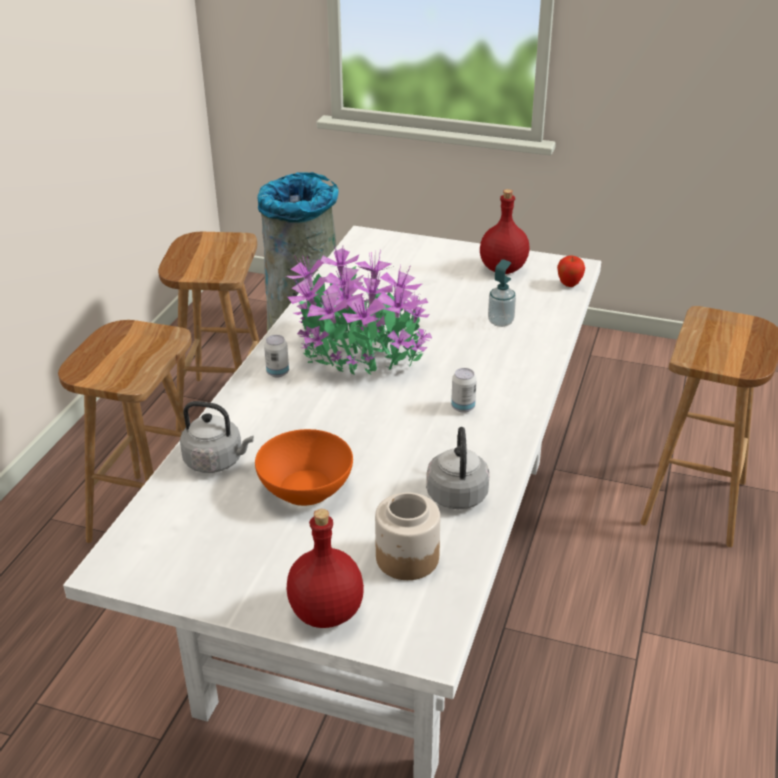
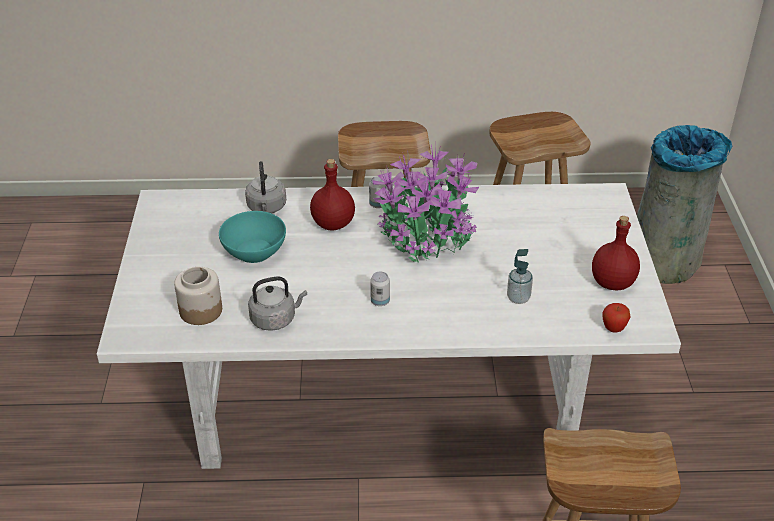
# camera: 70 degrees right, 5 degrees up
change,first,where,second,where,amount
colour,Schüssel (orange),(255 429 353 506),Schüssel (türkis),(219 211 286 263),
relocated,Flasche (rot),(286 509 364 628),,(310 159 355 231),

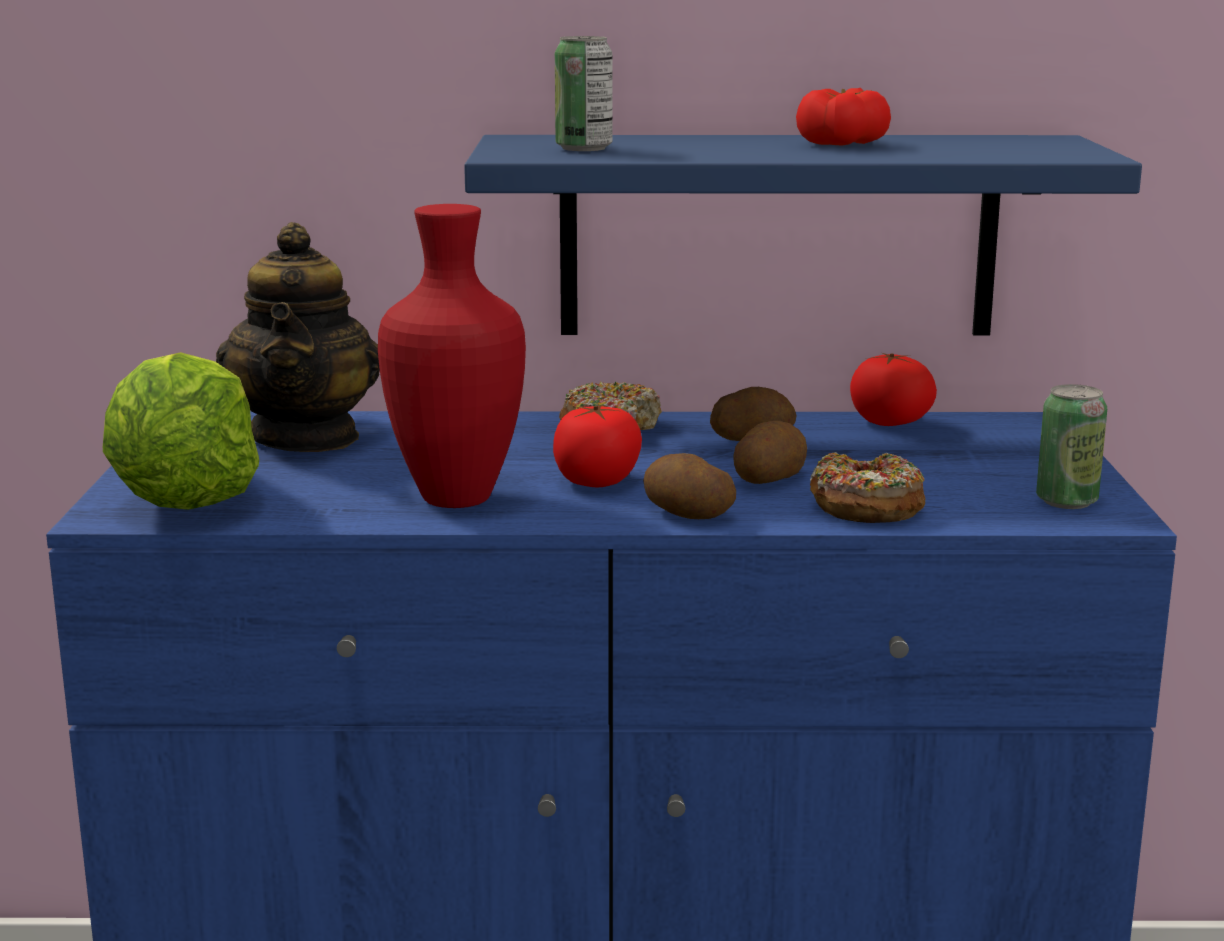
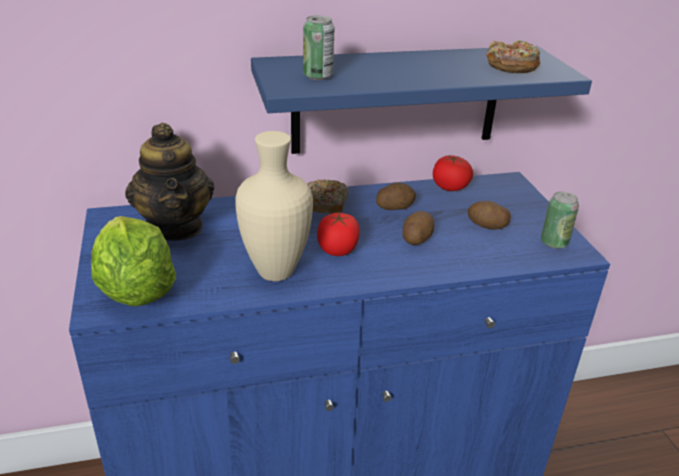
# camera: 15 degrees left, 15 degrees up
change,first,where,second,where,amount
missing,Tomate,(796 88 891 145),,,
colour,Vase (rot),(378 204 526 508),Vase (beige),(235 131 313 281),
relocated,Donut,(810 452 925 523),,(486 40 540 73),
relocated,Kartoffel,(643 453 736 519),,(468 201 511 230),

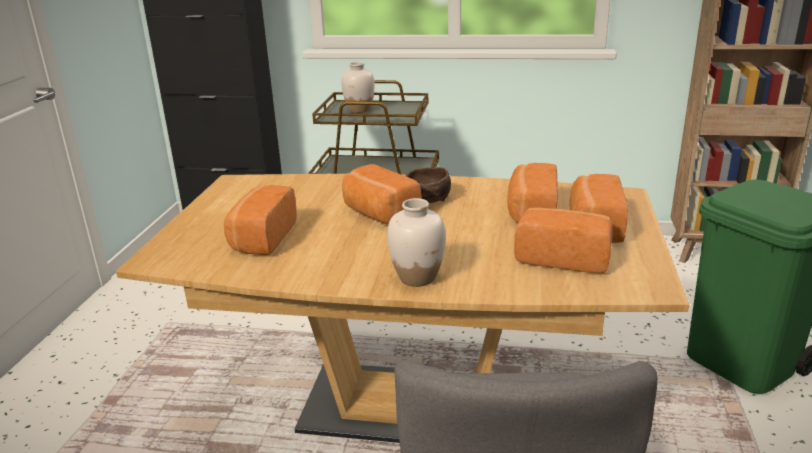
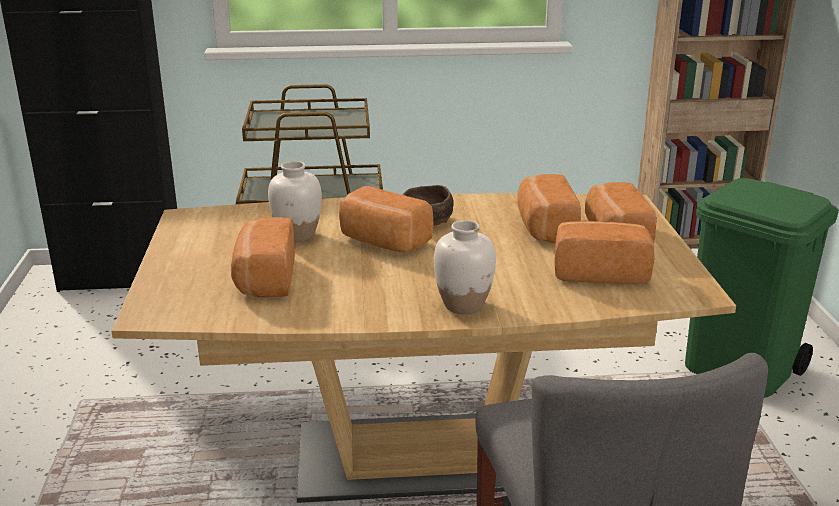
# camera: 15 degrees left, 0 degrees up
change,first,where,second,where,amount
relocated,Vase (weiß),(341 62 375 113),,(268 161 322 242),

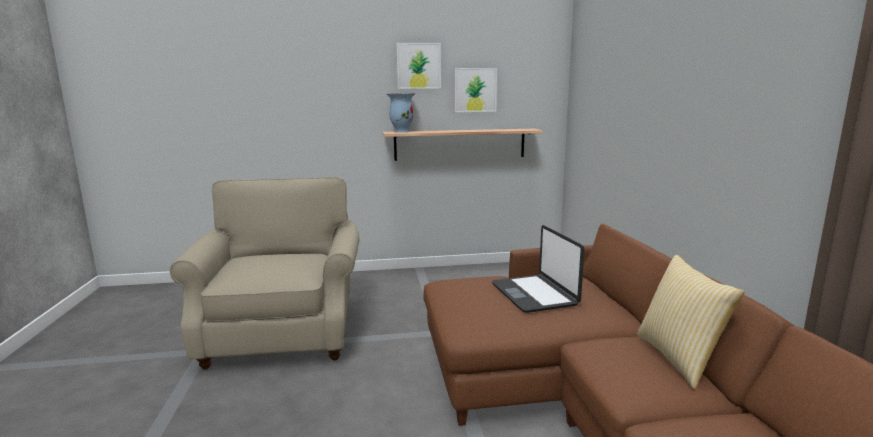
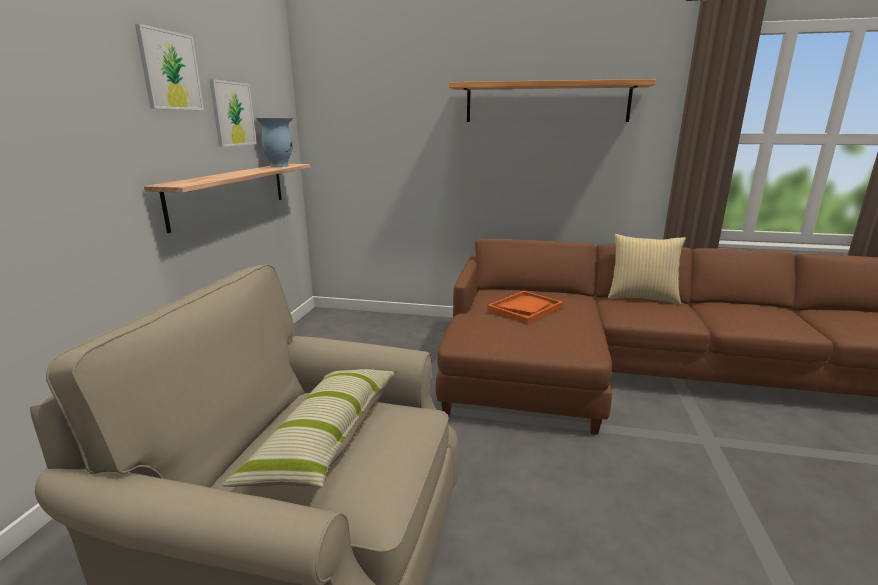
# camera: 70 degrees left, 5 degrees up
change,first,where,second,where,amount
relocated,Vase,(387 93 415 133),,(256 118 293 167),
exchanged,Laptop,(492 225 585 313),Tablett (orange),(487 291 563 324),
appeared,,,Wandregal,(449 79 656 122),
appeared,,,Kissen,(222 369 398 487),

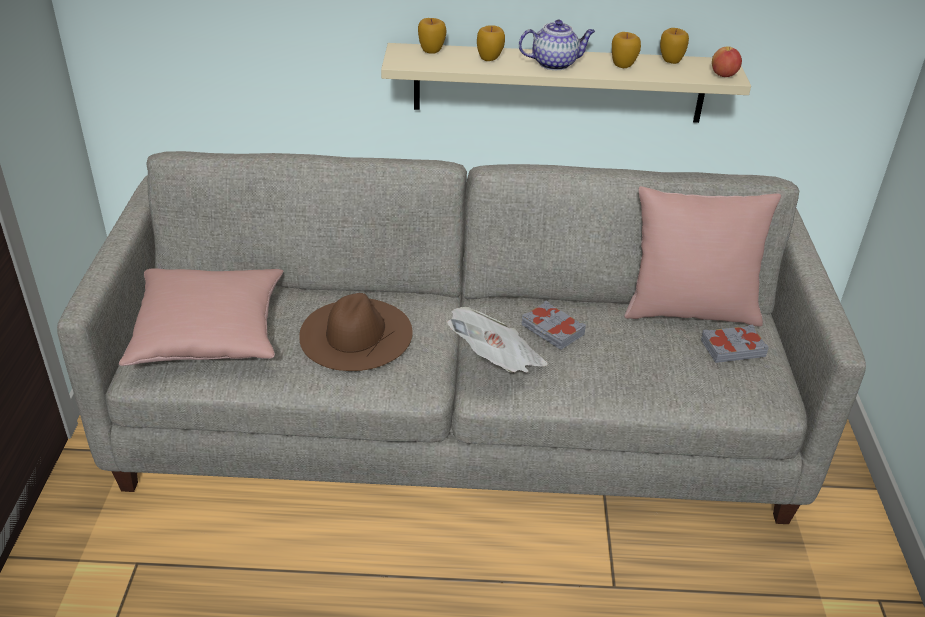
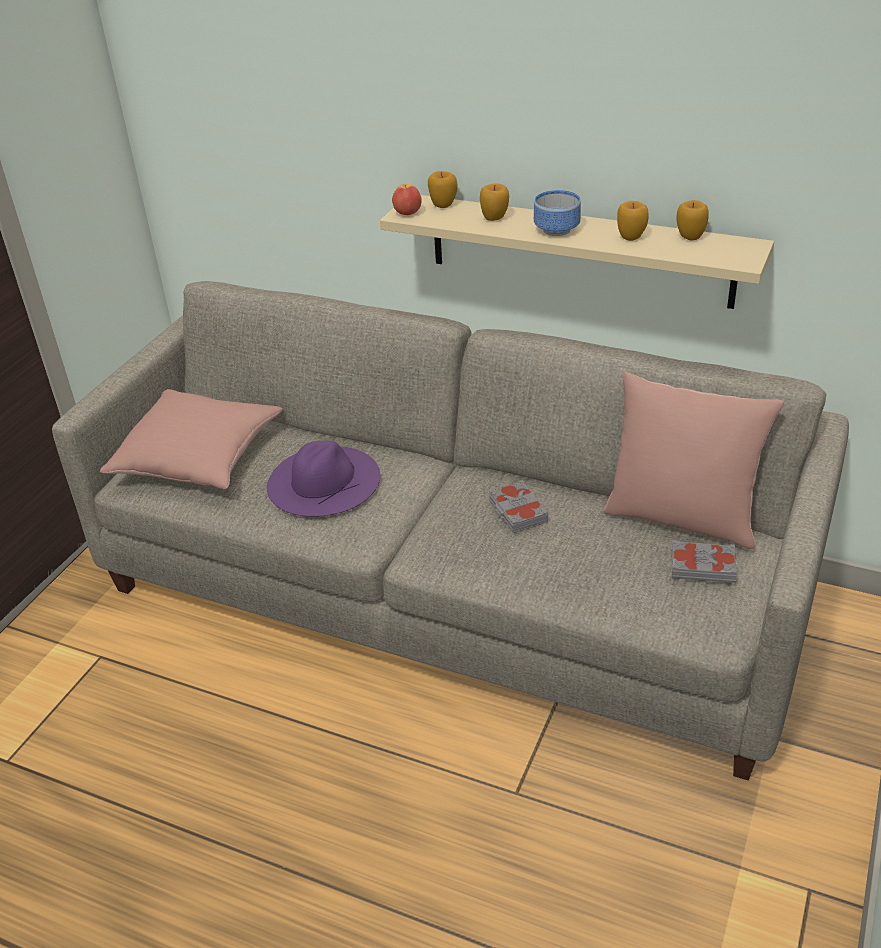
# camera: 25 degrees right, 0 degrees up
change,first,where,second,where,amount
exchanged,Teekanne,(519 20 595 70),Schüssel,(534 190 581 236),
relocated,Apfel,(712 46 742 77),,(392 184 422 215),
colour,Hut (braun),(299 293 413 371),Hut (lila),(267 441 380 517),
missing,Zeitung,(446 307 548 373),,,

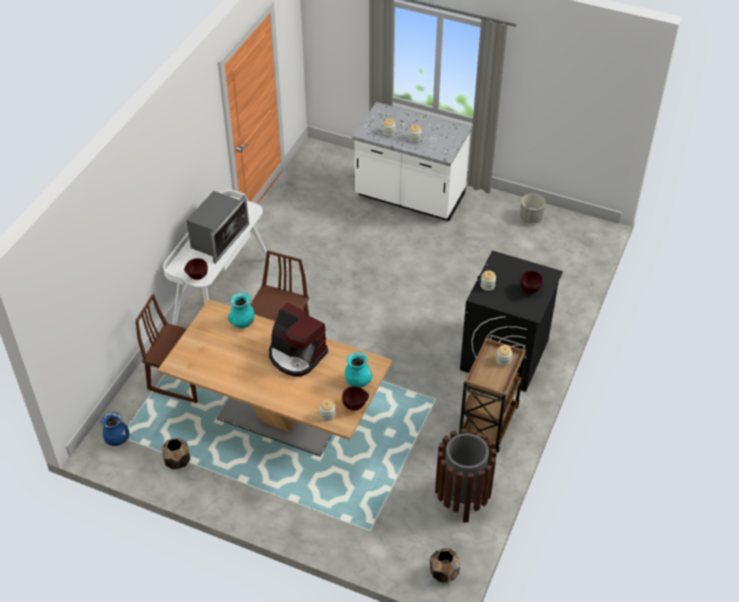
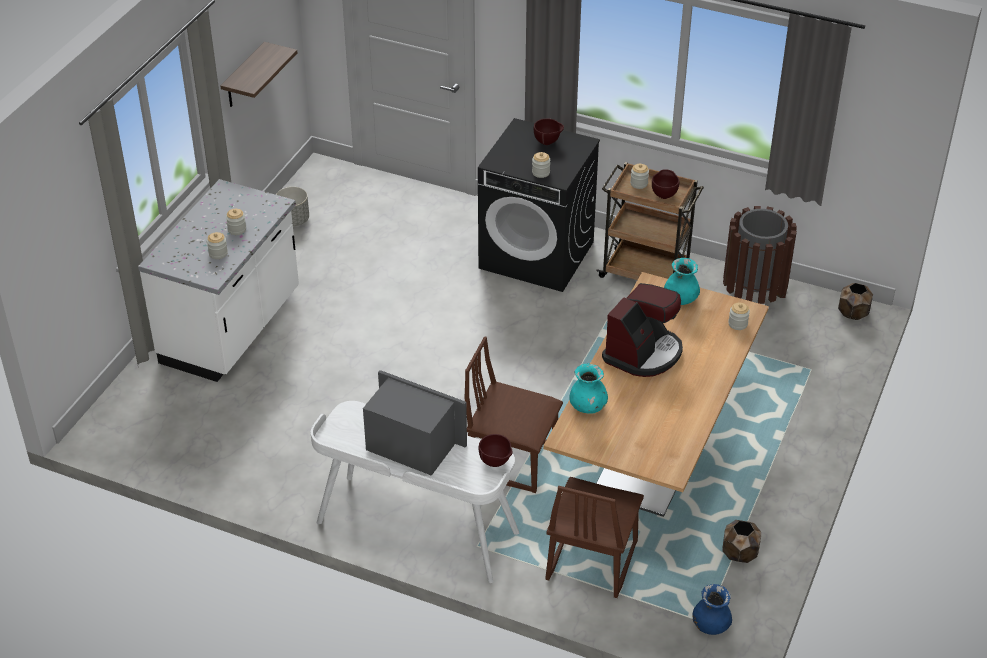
# camera: 90 degrees left, 5 degrees down
change,first,where,second,where,amount
relocated,Schüssel (braun),(342 386 369 410),,(652 169 679 199),
appeared,,,Wandregal,(221 42 297 107),

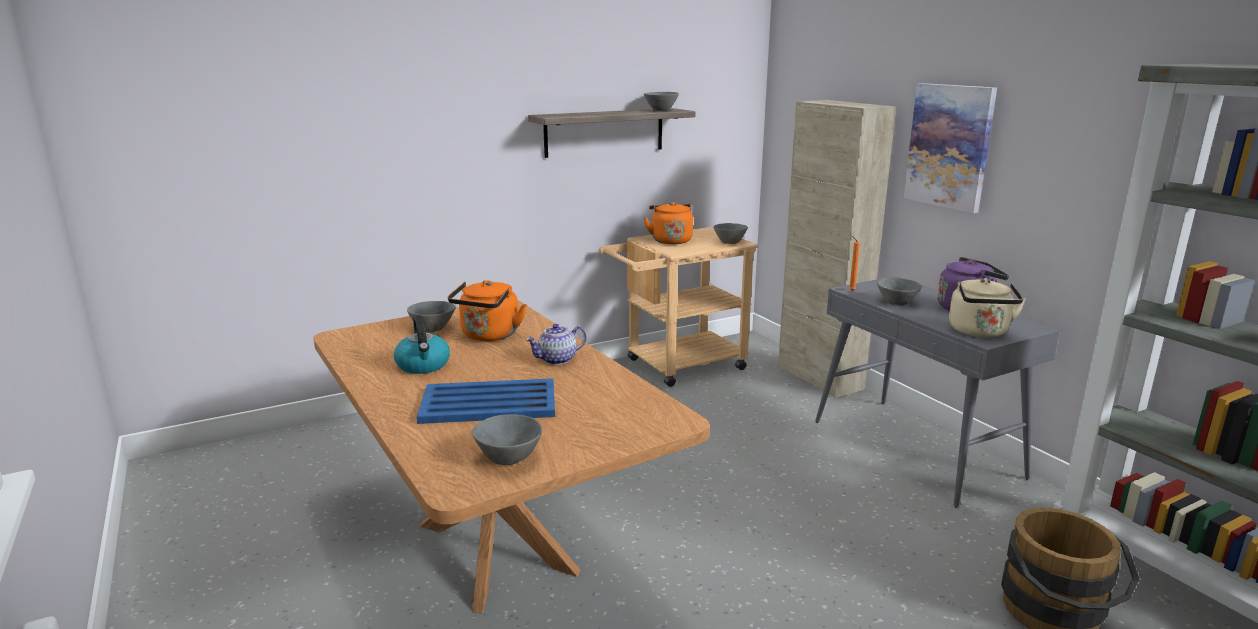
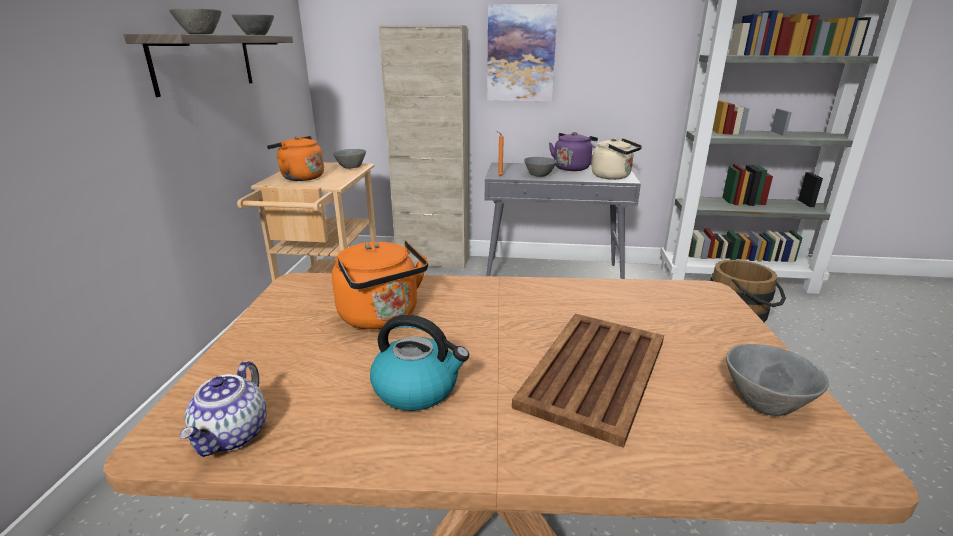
# camera: 55 degrees left, 5 degrees up
change,first,where,second,where,amount
relocated,Schüssel (grau),(407 301 456 332),,(169 8 222 34),
relocated,Teekanne,(526 324 586 365),,(180 361 267 457),
colour,Tablett (blau),(417 378 555 424),Tablett (braun),(512 314 664 448),

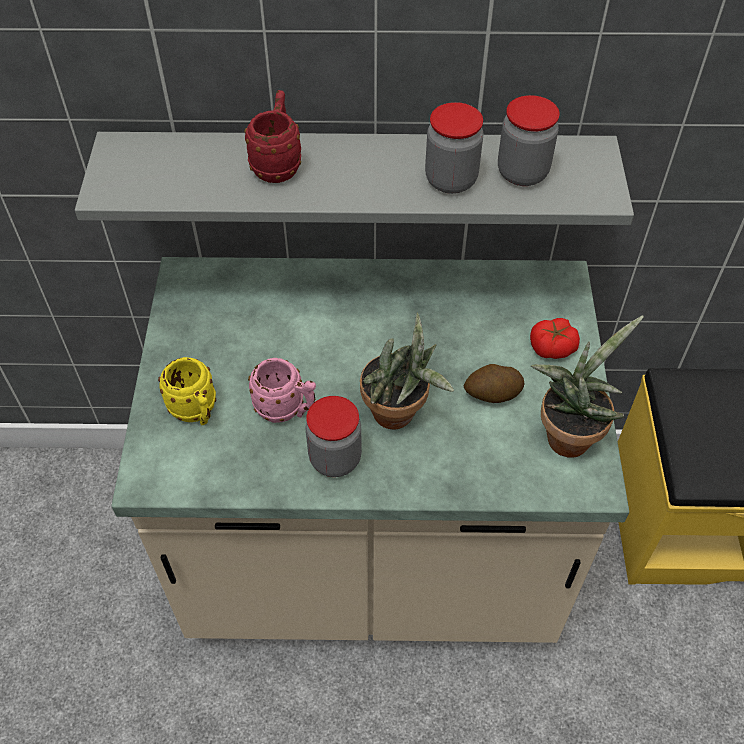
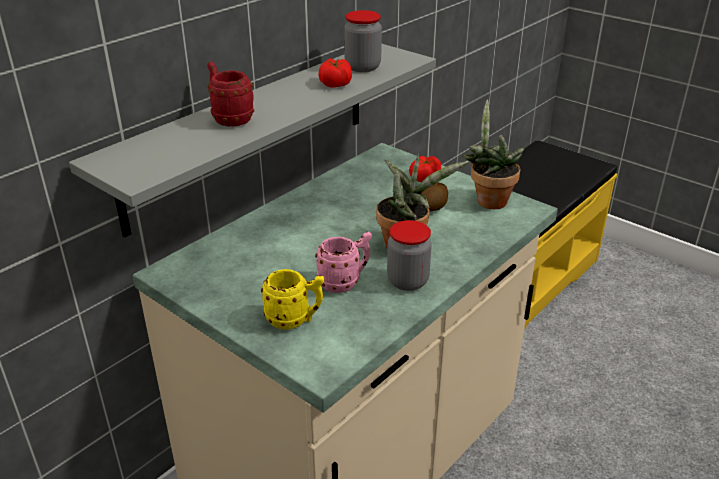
# camera: 50 degrees left, 20 degrees down
change,first,where,second,where,amount
exchanged,Vorratsglas,(425 102 484 194),Tomate,(319 58 352 88),

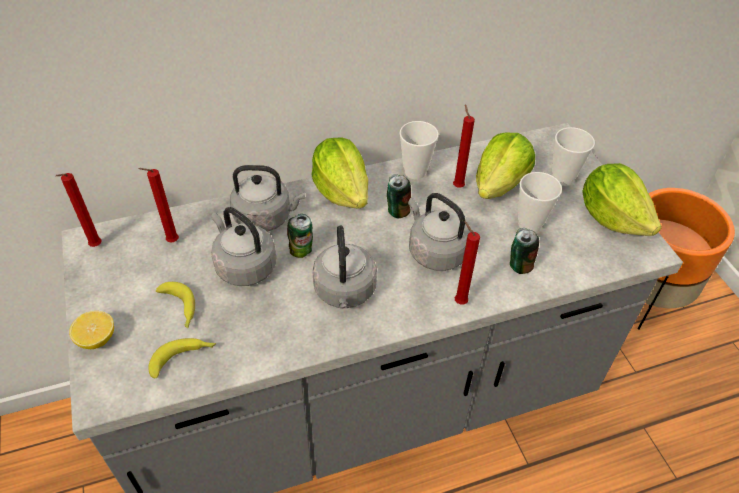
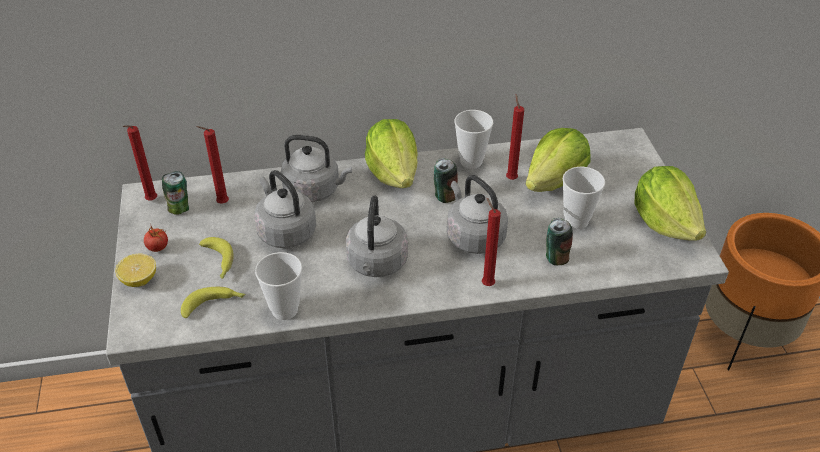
# camera: 10 degrees right, 5 degrees down
change,first,where,second,where,amount
relocated,Tasse,(552 127 595 186),,(255 252 302 320),
relocated,Dose,(287 214 313 258),,(162 171 189 215),
appeared,,,Tomate,(144 223 168 252),

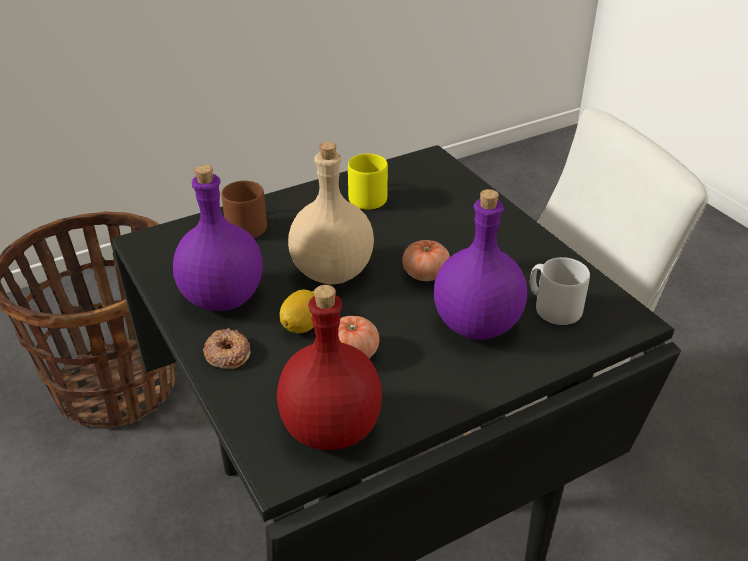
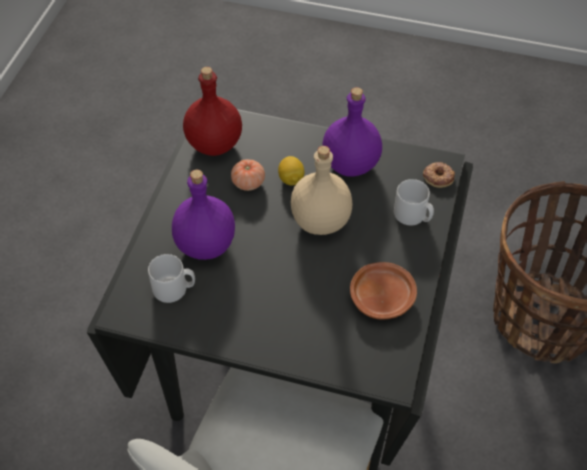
# camera: 135 degrees right, 15 degrees up
change,first,where,second,where,amount
exchanged,Henkelbecher (gelb),(348 154 388 210),Teller (braun),(350 262 417 320),
colour,Henkelbecher (braun),(221 181 267 238),Henkelbecher (grau),(394 179 434 225),
missing,Tomate,(402 240 450 281),,,
relocated,Donut,(203 328 251 369),,(423 162 455 188),

